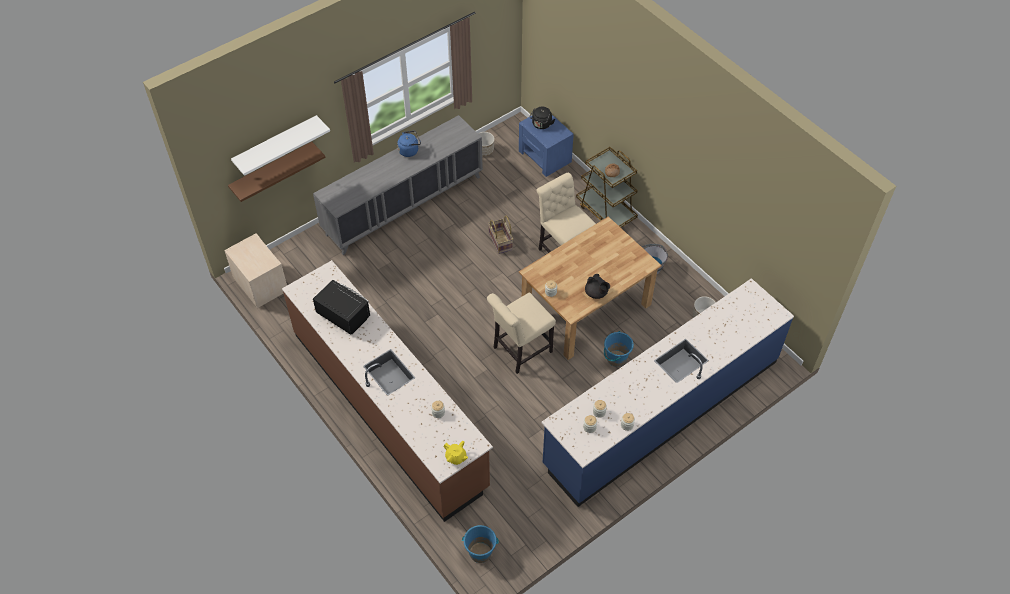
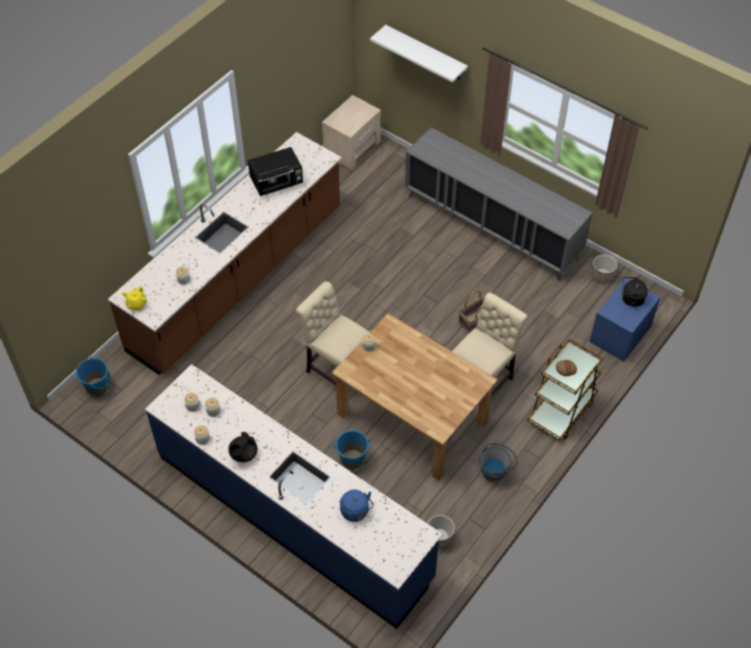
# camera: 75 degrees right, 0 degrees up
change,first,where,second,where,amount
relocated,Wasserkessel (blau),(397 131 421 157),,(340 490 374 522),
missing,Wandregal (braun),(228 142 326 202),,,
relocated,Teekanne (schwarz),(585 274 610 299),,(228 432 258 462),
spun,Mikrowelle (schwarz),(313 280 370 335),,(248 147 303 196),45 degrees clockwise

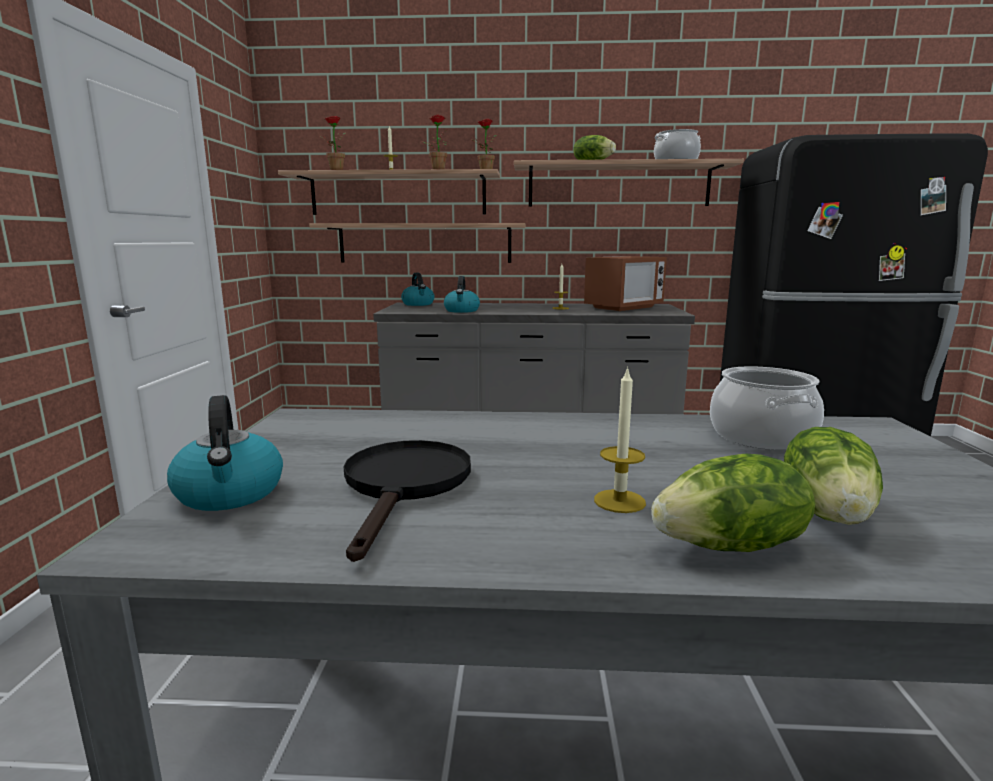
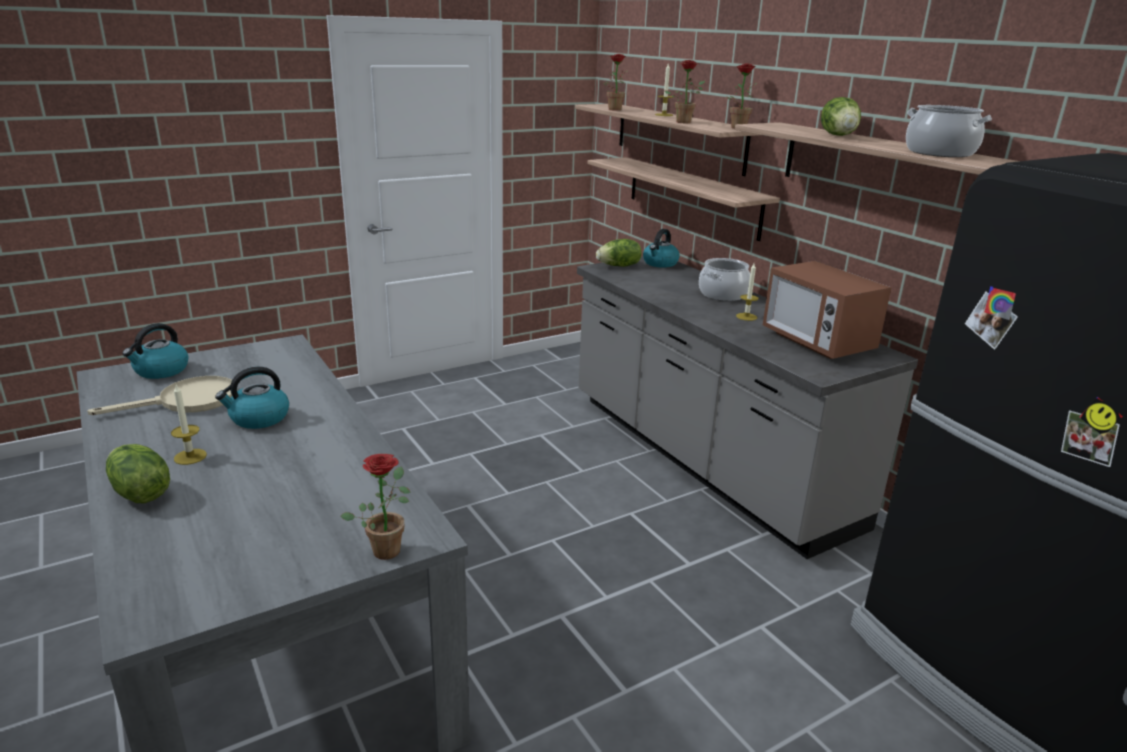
# camera: 55 degrees right, 10 degrees up
change,first,where,second,where,amount
spun,Mikrowelle,(584 256 667 311),,(763 261 892 359),45 degrees clockwise
relocated,Wasserkessel,(444 276 480 313),,(215 367 289 429),
relocated,Kochtopf,(710 366 824 450),,(699 258 750 301),
relocated,Salatkopf,(784 427 883 525),,(596 239 642 267),
colour,Pfanne (schwarz),(344 440 471 562),Pfanne (beige),(87 376 232 415),
appeared,,,Topfpflanze,(341 454 411 560),

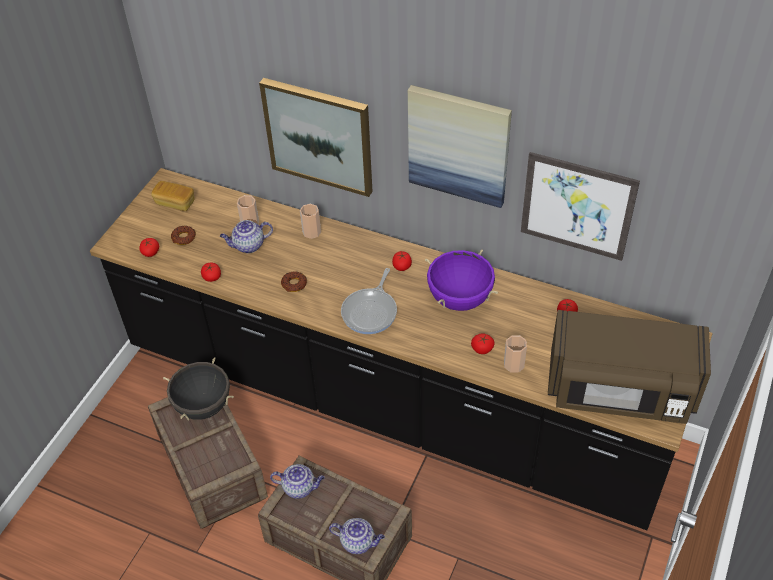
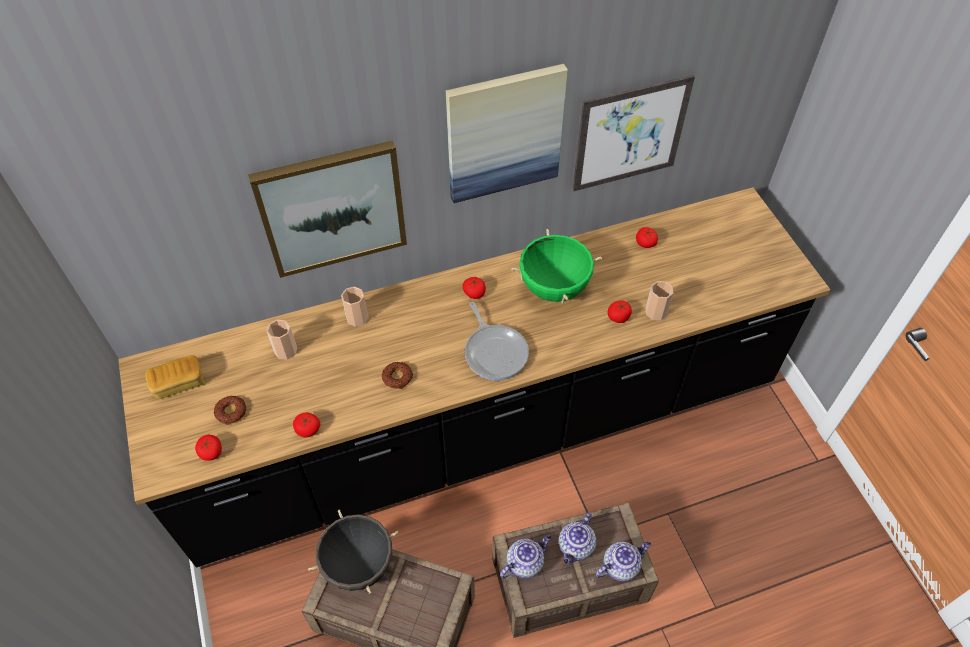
# camera: 45 degrees left, 5 degrees up
change,first,where,second,where,amount
relocated,Teekanne,(220 220 273 253),,(559 512 596 564),
colour,Kochtopf (lila),(425 249 498 311),Kochtopf (grün),(511 229 602 303),
missing,Mikrowelle (braun),(548 310 711 424),,,

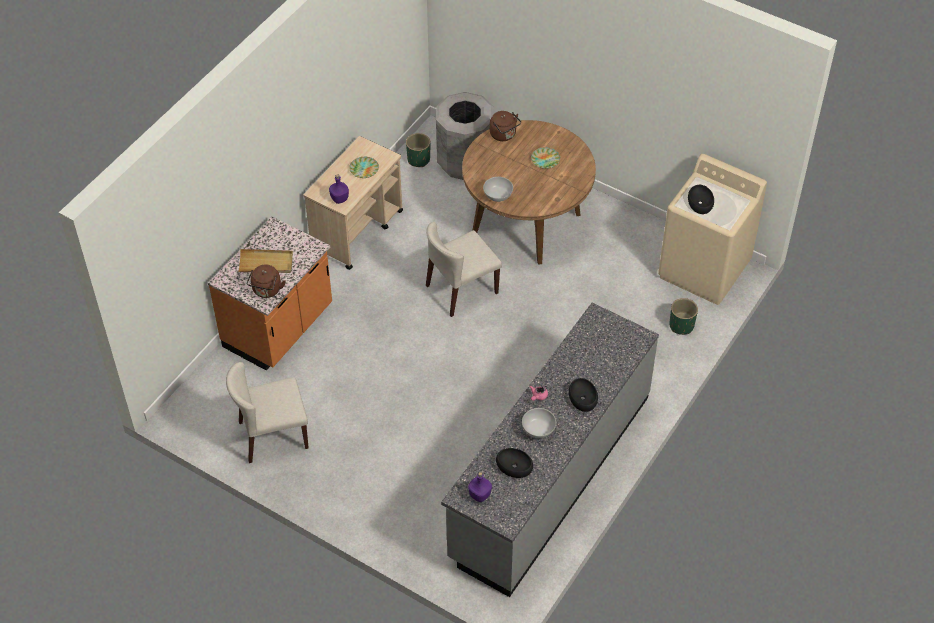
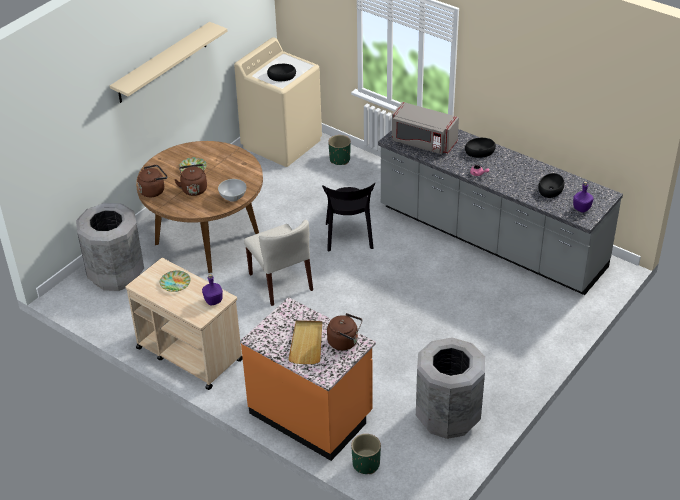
# camera: 85 degrees left, 10 degrees down
change,first,where,second,where,amount
relocated,Pflanzkübel (grün),(406 133 430 167),,(351 434 381 474),
exchanged,Stuhl (beige),(226 362 309 463),Mülleimer (grau),(416 337 485 439),
missing,Schüssel (weiß),(522 408 556 438),,,
appeared,,,Wandregal (beige),(110 22 227 103),
appeared,,,Mikrowelle (grau),(392 102 459 154),
appeared,,,Wasserkessel (braun),(174 164 207 196),
appeared,,,Stuhl (schwarz),(322 183 375 251),

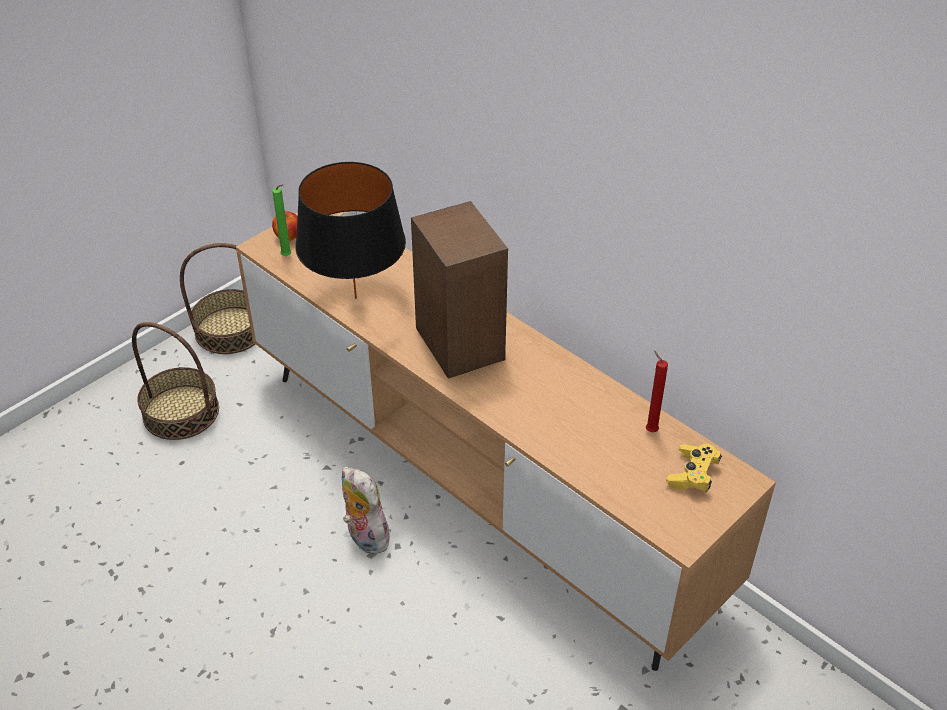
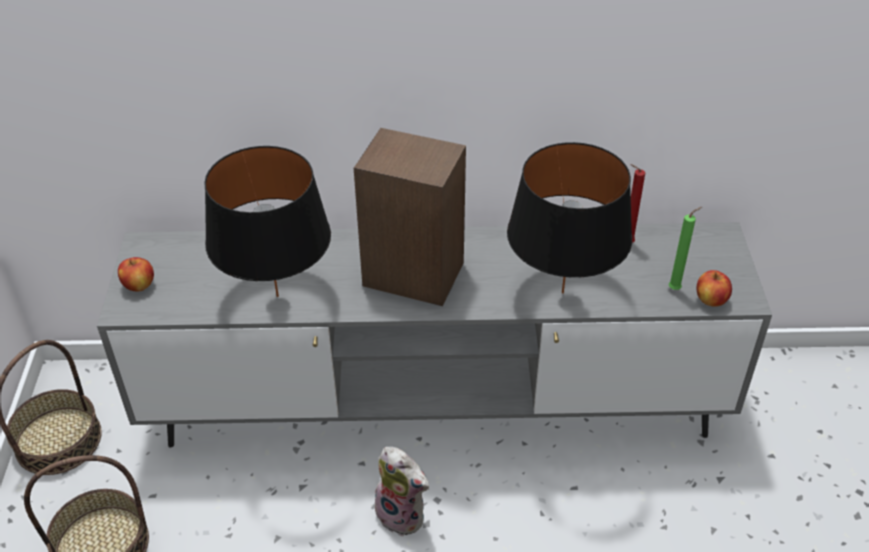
# camera: 45 degrees left, 0 degrees up
change,first,where,second,where,amount
relocated,Kerze (grün),(272 184 292 256),,(669 207 702 290),
colour,Fernsehschrank (braun),(236 212 776 671),Fernsehschrank (grau),(97 222 772 447),
missing,Gamepad (gelb),(666 444 722 492),,,
spun,Plüschtier,(342 467 390 554),,(375 447 429 536),150 degrees counterclockwise
appeared,,,Tischlampe (schwarz),(507 142 632 294),
appeared,,,Apfel,(696 270 732 307),

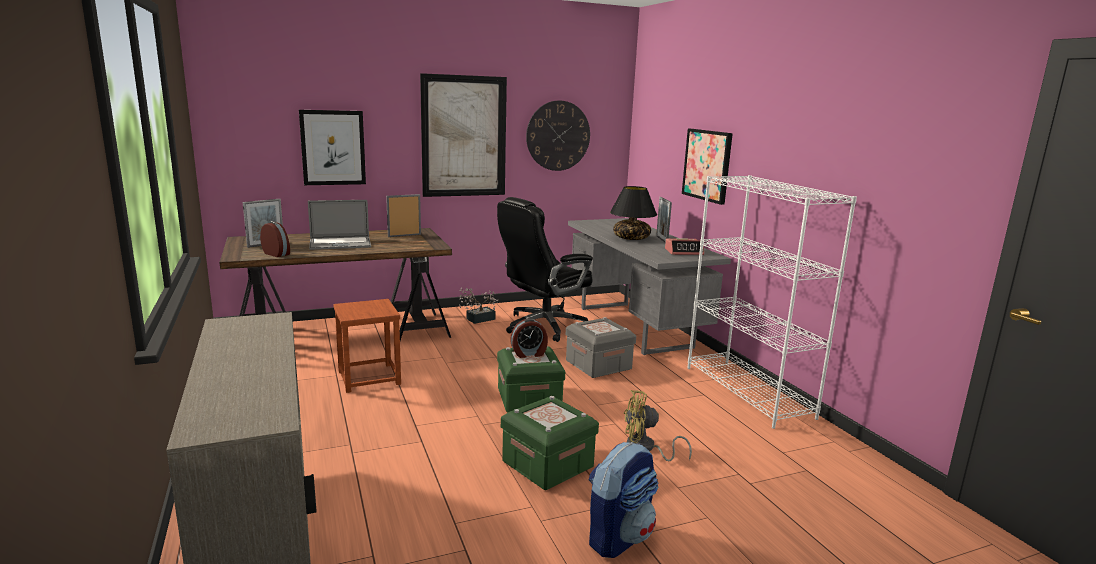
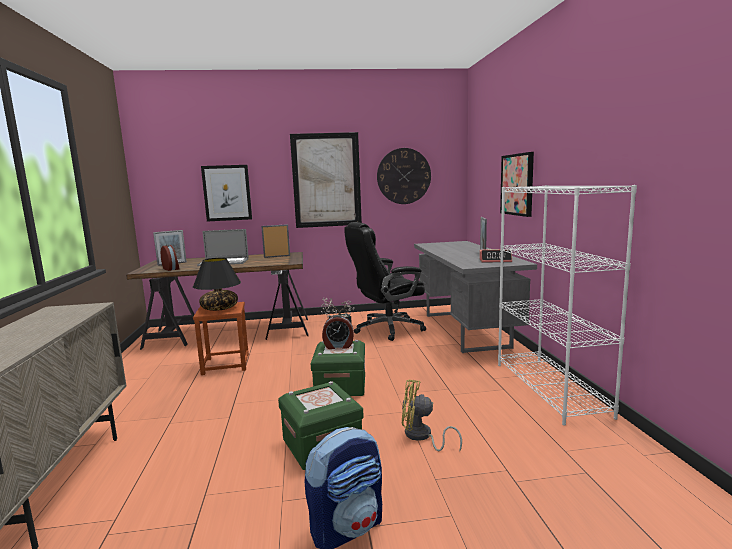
# camera: 15 degrees right, 5 degrees down
change,first,where,second,where,amount
relocated,Tischlampe (schwarz),(610 186 657 240),,(193 258 241 311),
missing,Aufbewahrungsbox (grau),(566 317 636 378),,,

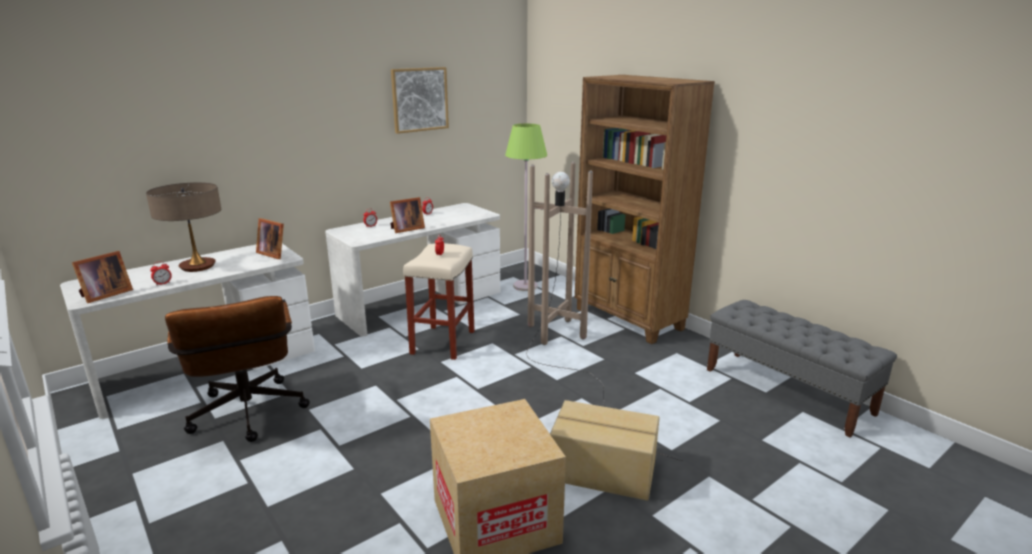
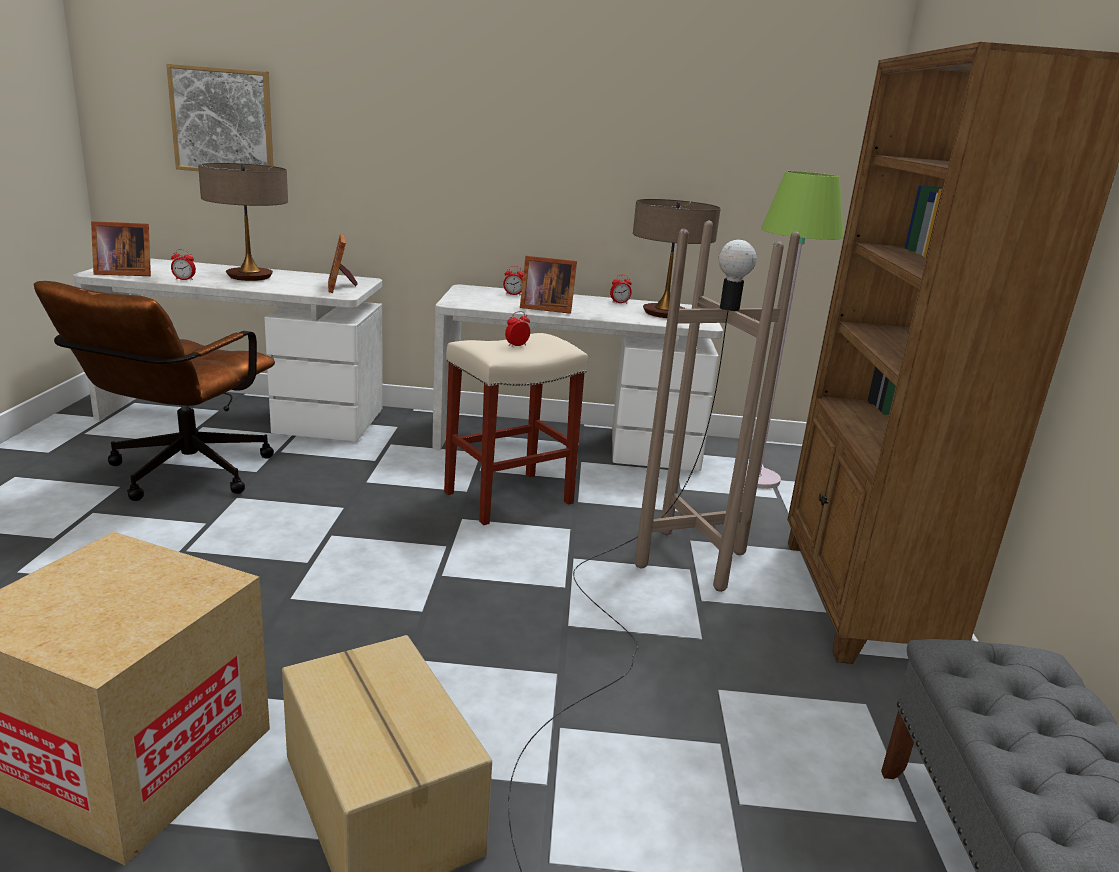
# camera: 40 degrees right, 0 degrees up
change,first,where,second,where,amount
relocated,Bild,(391 67 449 134),,(166 64 273 171),
appeared,,,Tischlampe,(633 199 721 318),

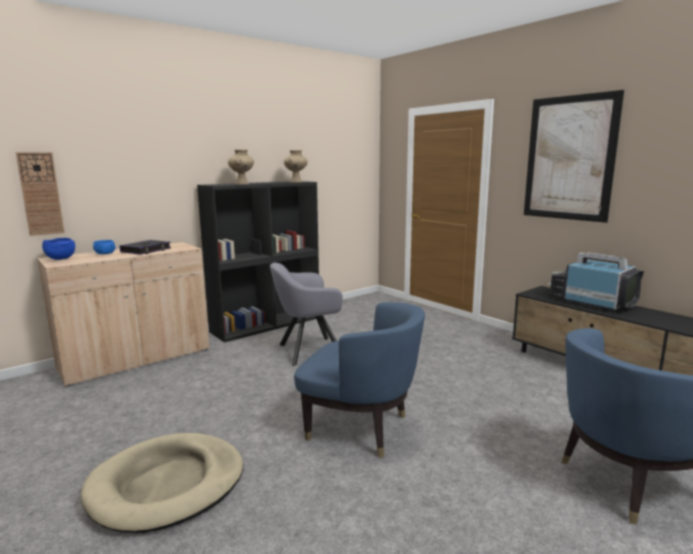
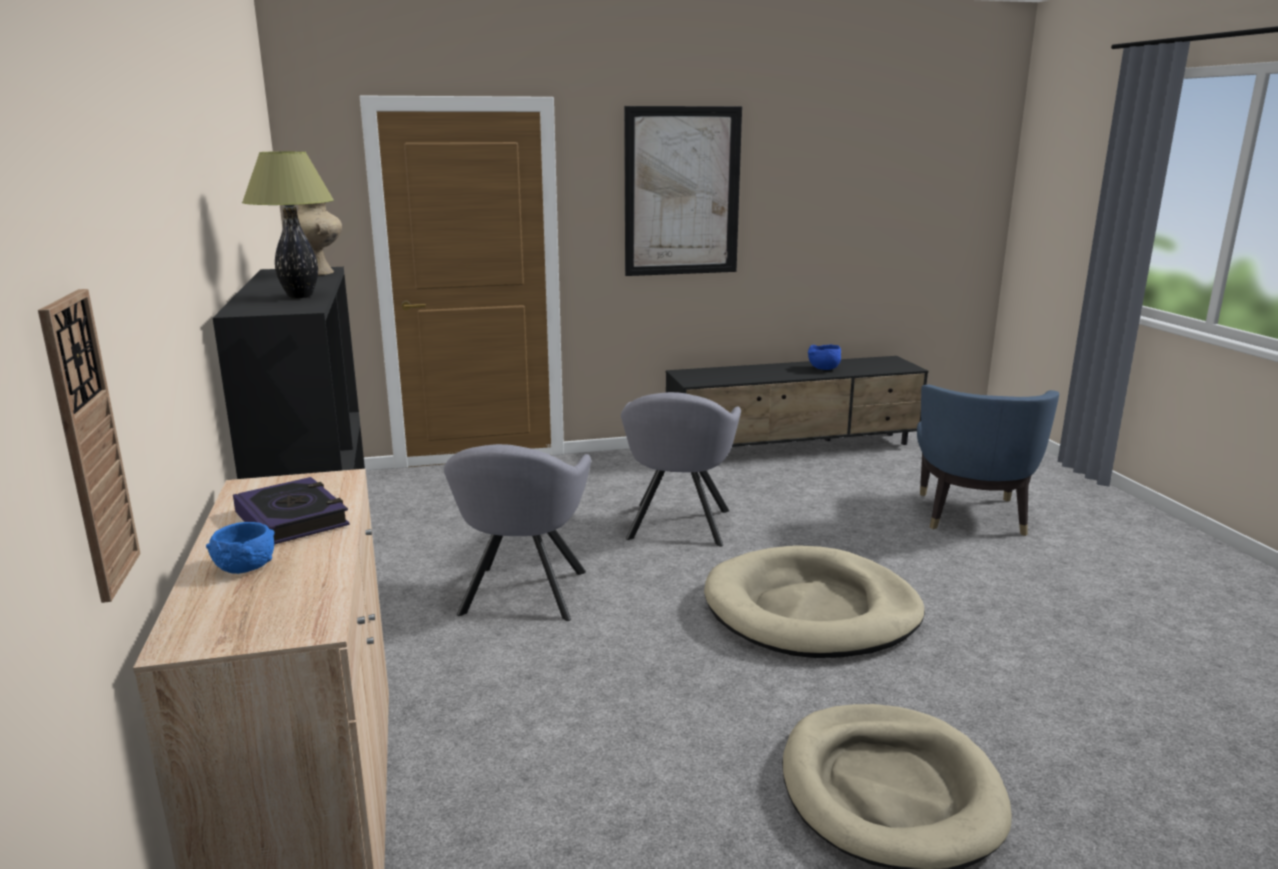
# camera: 65 degrees left, 5 degrees up
change,first,where,second,where,amount
exchanged,Vase (beige),(228 150 254 184),Tischlampe,(242 151 334 298),
relocated,Schüssel (blau),(42 238 75 260),,(808 344 841 370),
missing,Fernseher,(548 252 644 311),,,
exchanged,Sessel (blau),(294 302 425 458),Hundebett (beige),(704 545 925 658),
appeared,,,Sessel (grau),(621 392 741 546),

